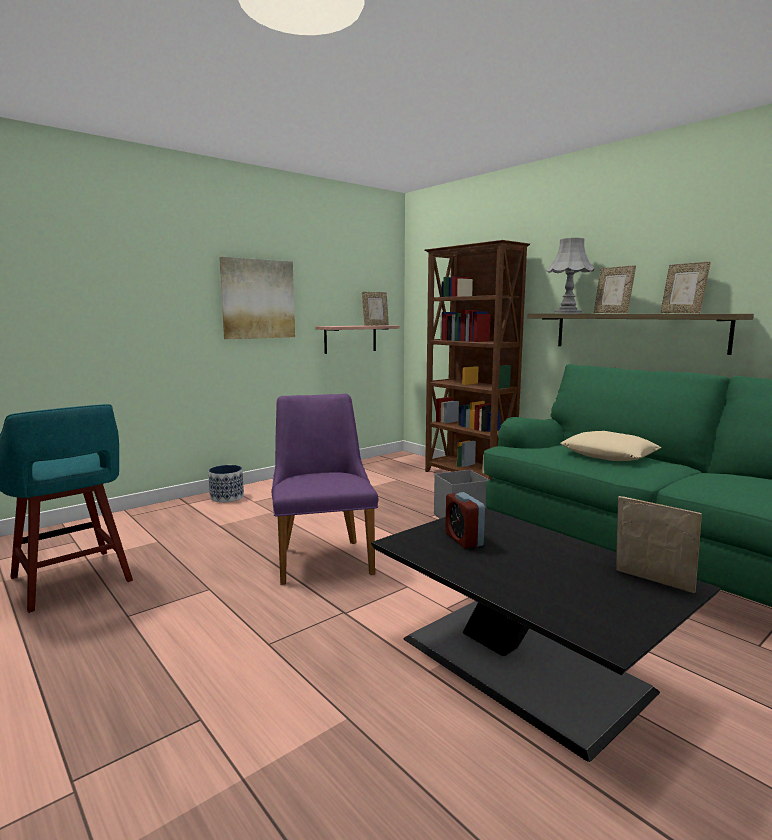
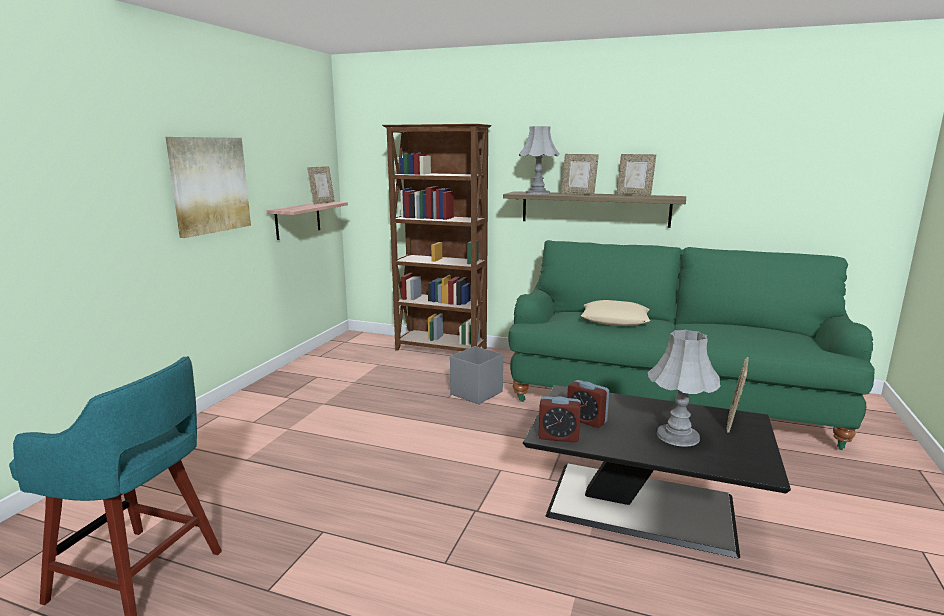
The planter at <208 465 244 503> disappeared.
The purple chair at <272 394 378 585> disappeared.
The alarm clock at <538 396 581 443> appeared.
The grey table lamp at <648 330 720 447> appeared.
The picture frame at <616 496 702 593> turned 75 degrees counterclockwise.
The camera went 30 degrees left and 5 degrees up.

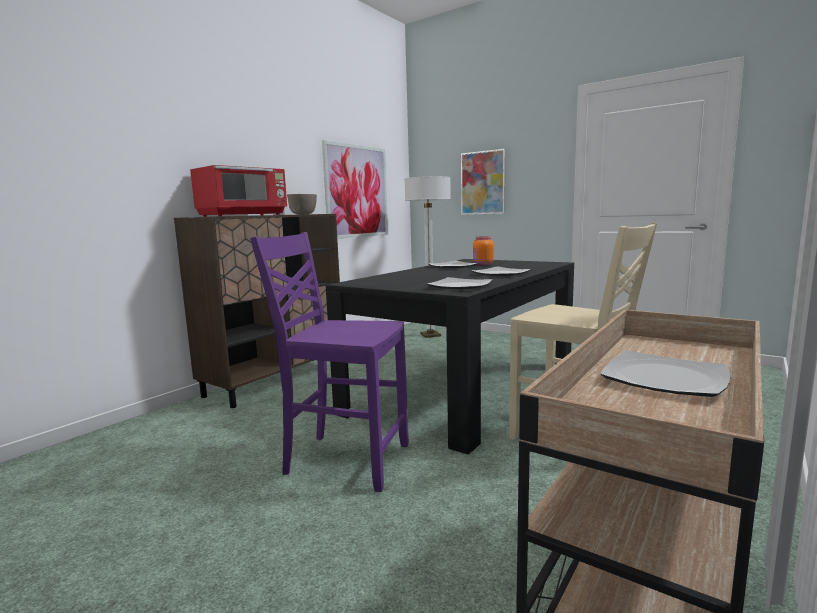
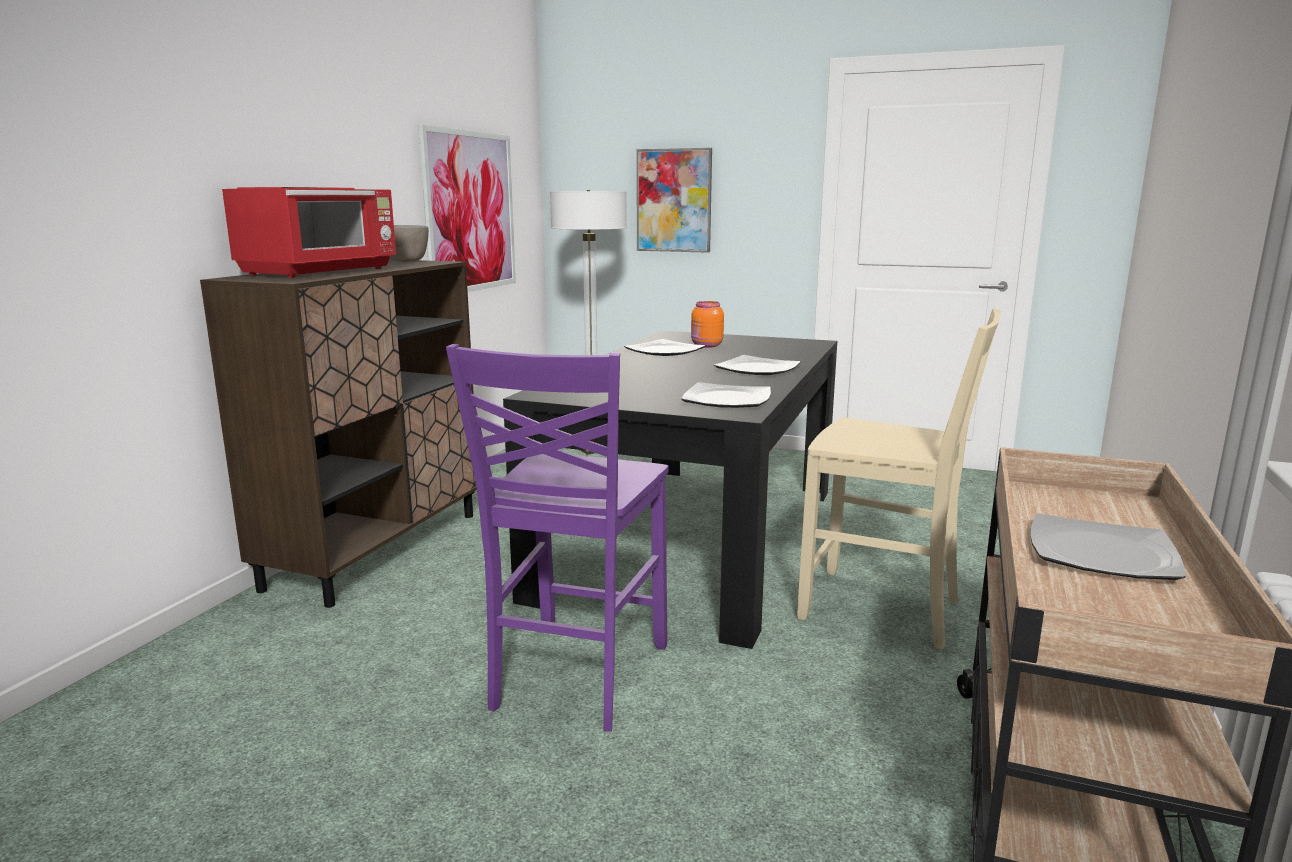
The purple chair at <250 232 409 492> turned 75 degrees counterclockwise.
The camera went 15 degrees left and 5 degrees up.

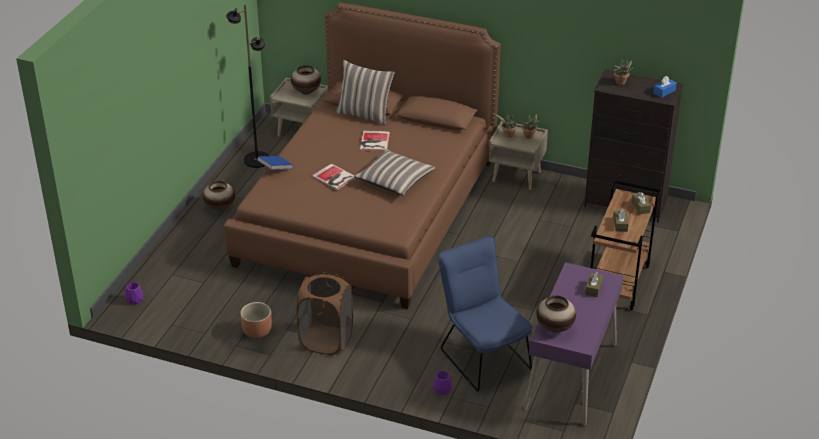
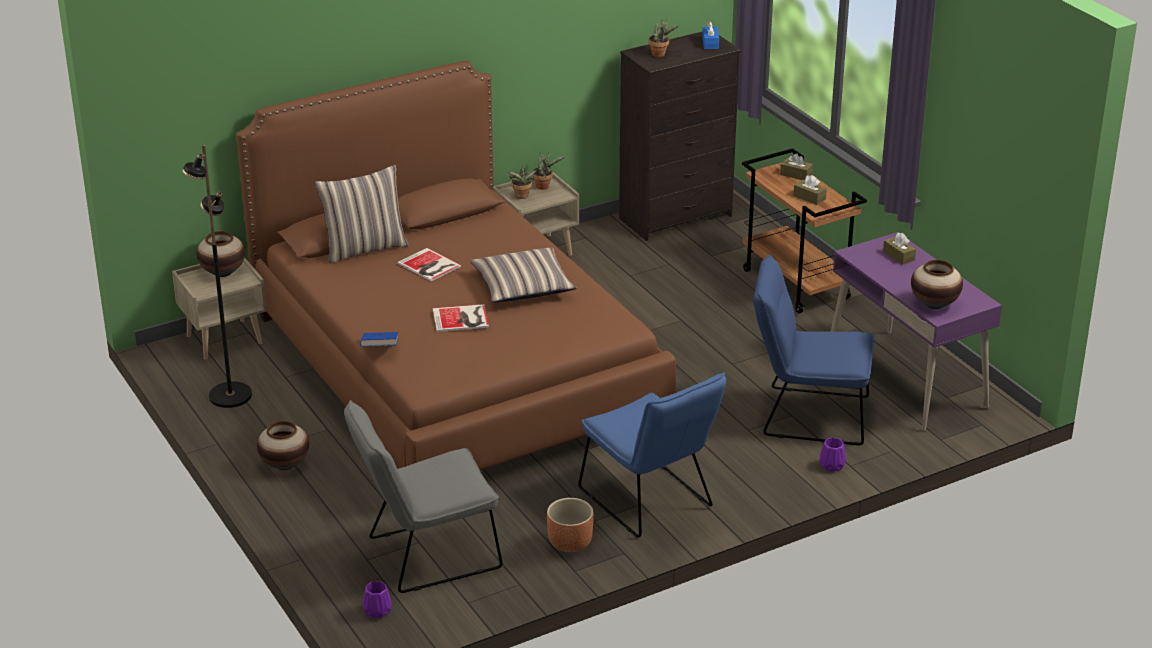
The grey chair at <344 400 503 593> appeared.
The brown laundry basket at <297 272 353 355> was replaced by the blue chair at <578 373 726 538>.
The camera went 50 degrees left and 5 degrees down.

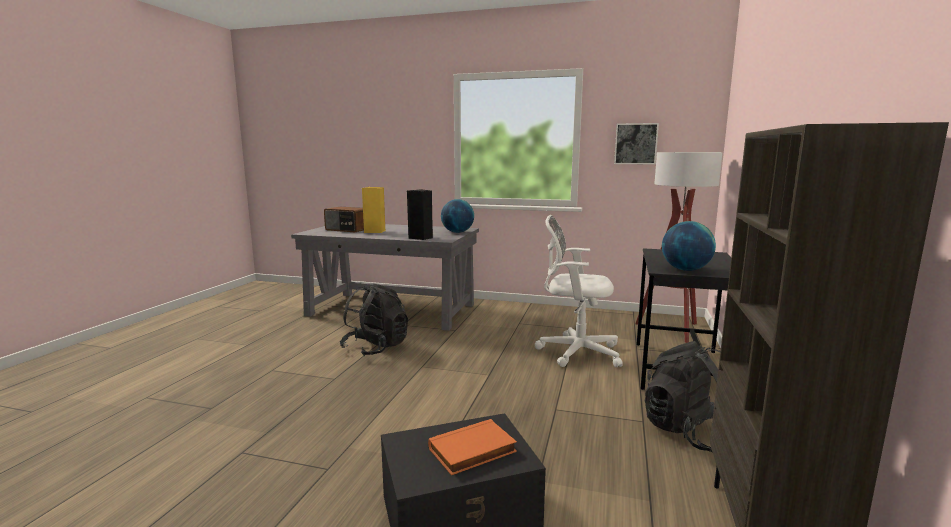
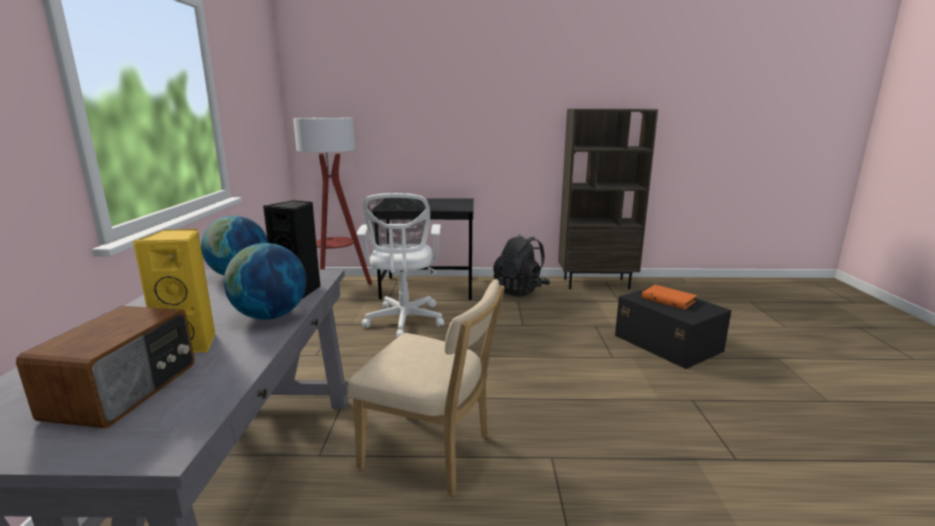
The picture at <614 123 659 164> disappeared.
The globe moved from <662 221 716 271> to <224 243 306 320>.
The black backpack at <340 284 408 356> was replaced by the beige chair at <348 279 505 496>.
The camera went 105 degrees left and 5 degrees up.

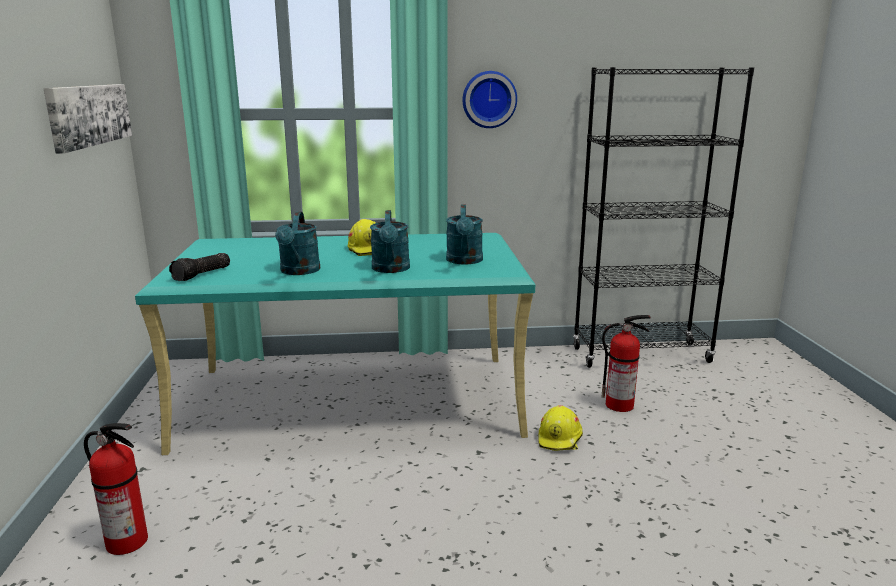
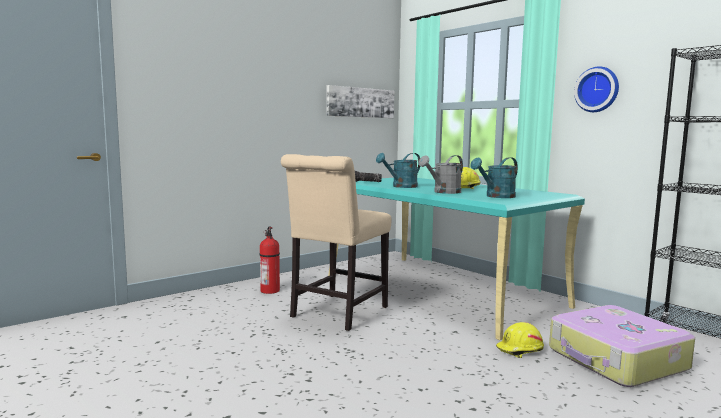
The beige chair at <281 154 391 331> appeared.
The fire extinguisher at <602 315 651 412> was replaced by the suitcase at <549 305 695 387>.
The turquoise watering can at <370 210 410 273> became the grey watering can at <419 155 463 194>.
The camera went 55 degrees right and 10 degrees down.

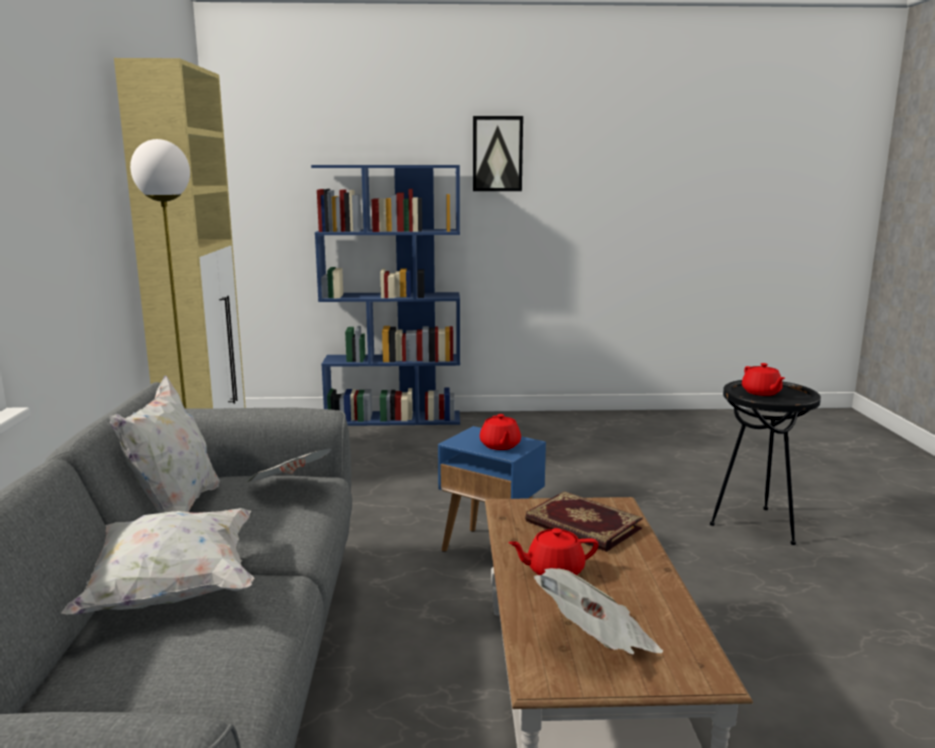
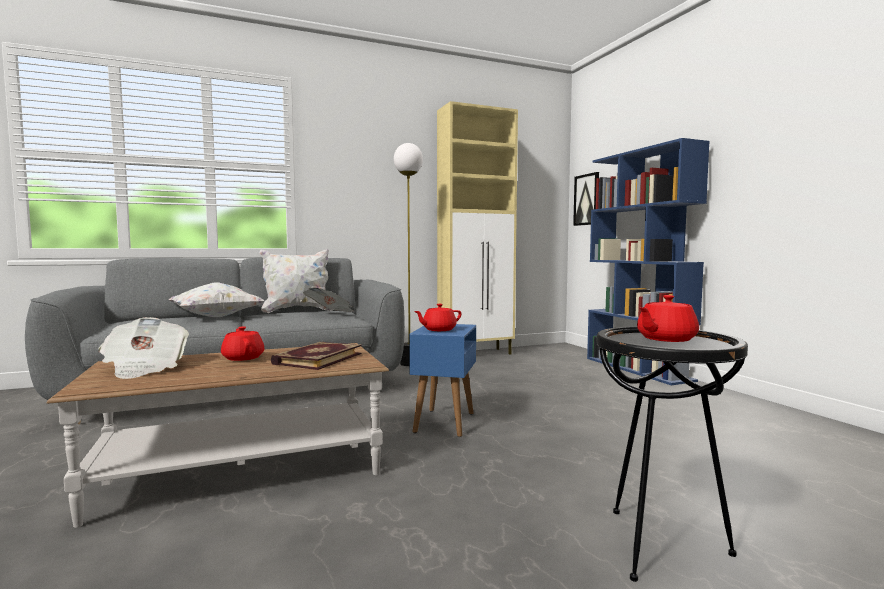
The picture moved from <473 116 523 191> to <573 172 599 226>.
The camera went 70 degrees right and 10 degrees down.

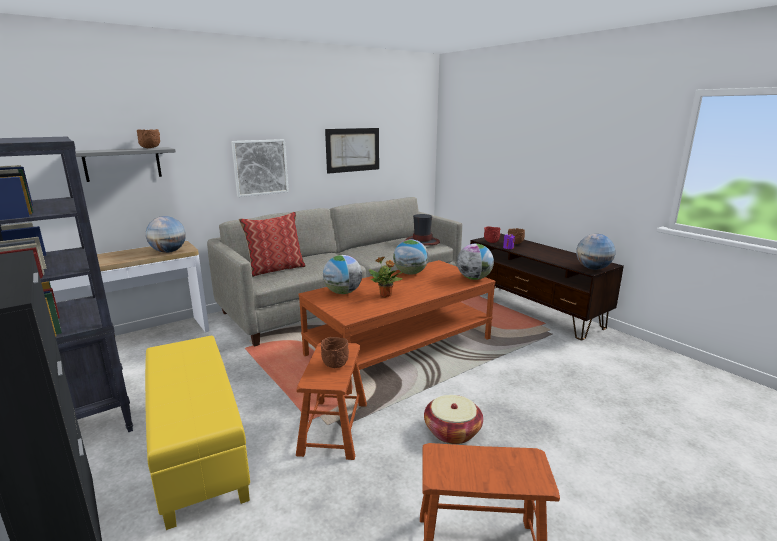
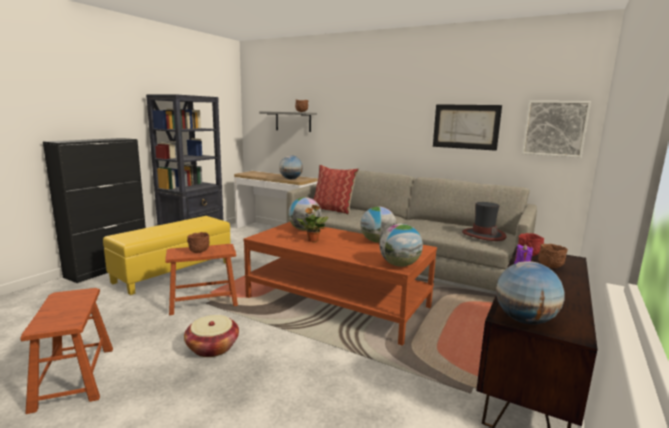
The picture moved from <231 139 289 197> to <522 101 591 158>.
The camera went 65 degrees right and 5 degrees down.

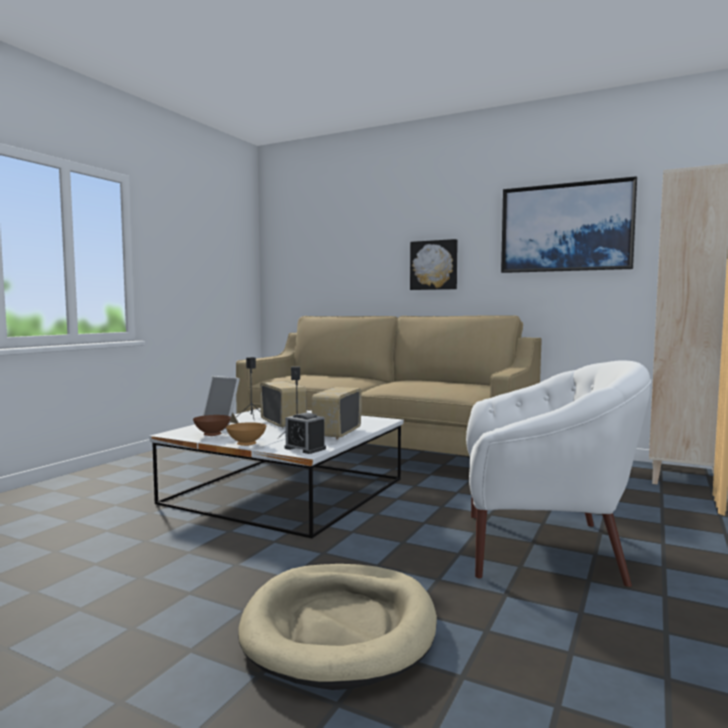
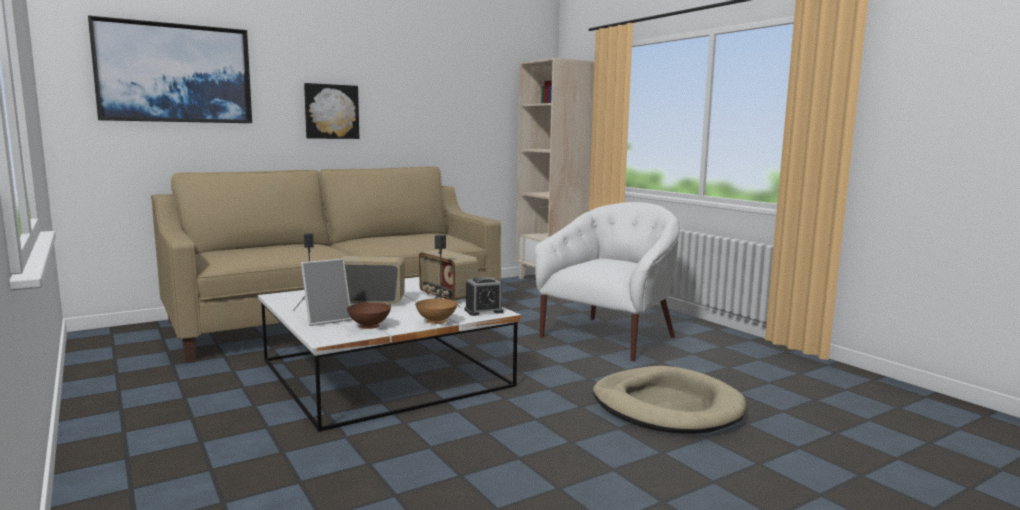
The picture moved from <501 176 637 273> to <88 15 252 123>.
The camera went 60 degrees left and 5 degrees up.

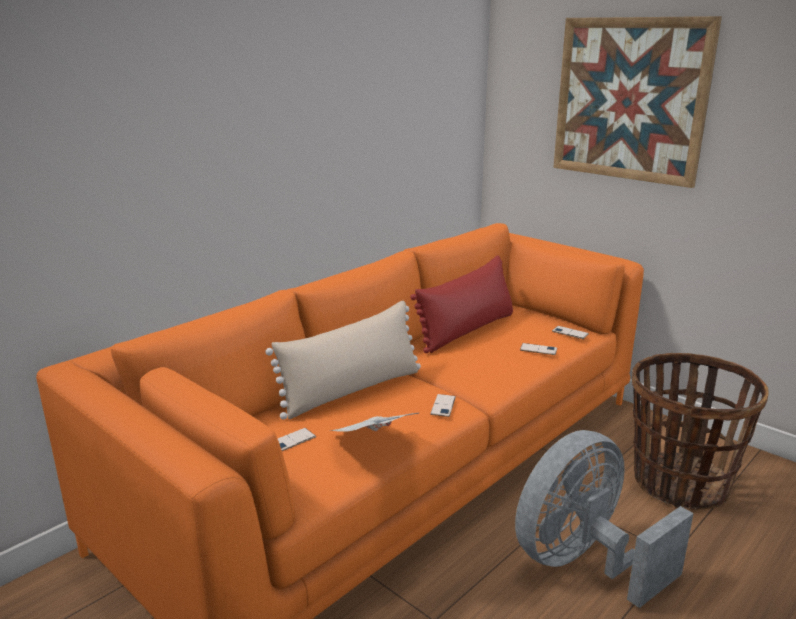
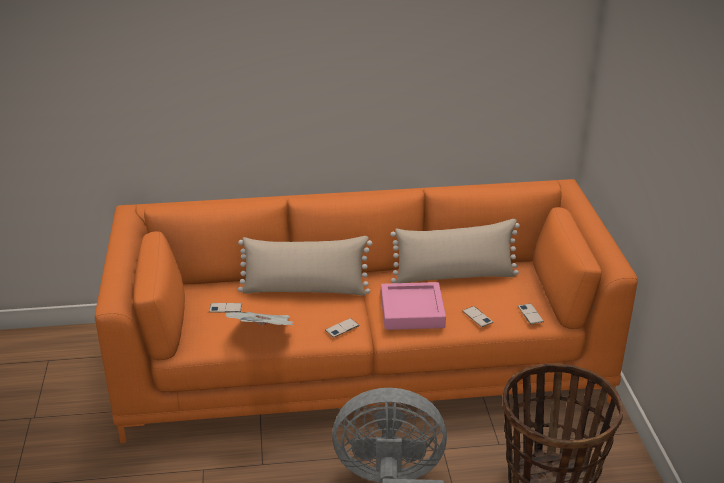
The picture at <553 16 722 188> disappeared.
The pink tray at <381 282 446 330> appeared.
The red pillow at <410 255 513 353> became the beige pillow at <390 219 520 283>.
The camera went 40 degrees right and 10 degrees up.

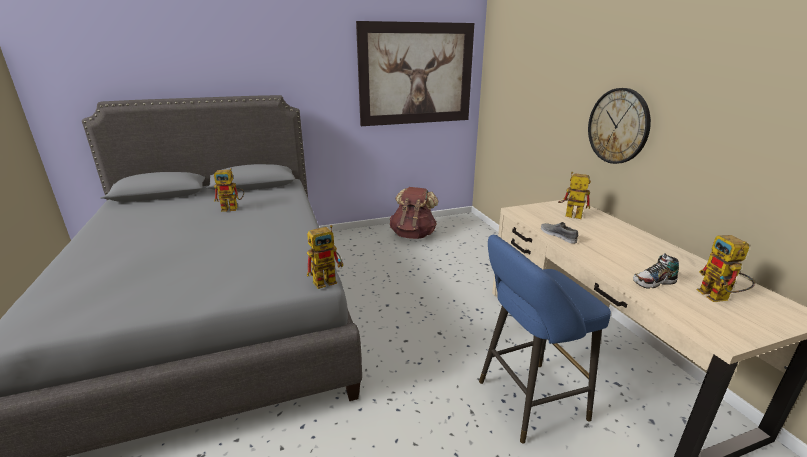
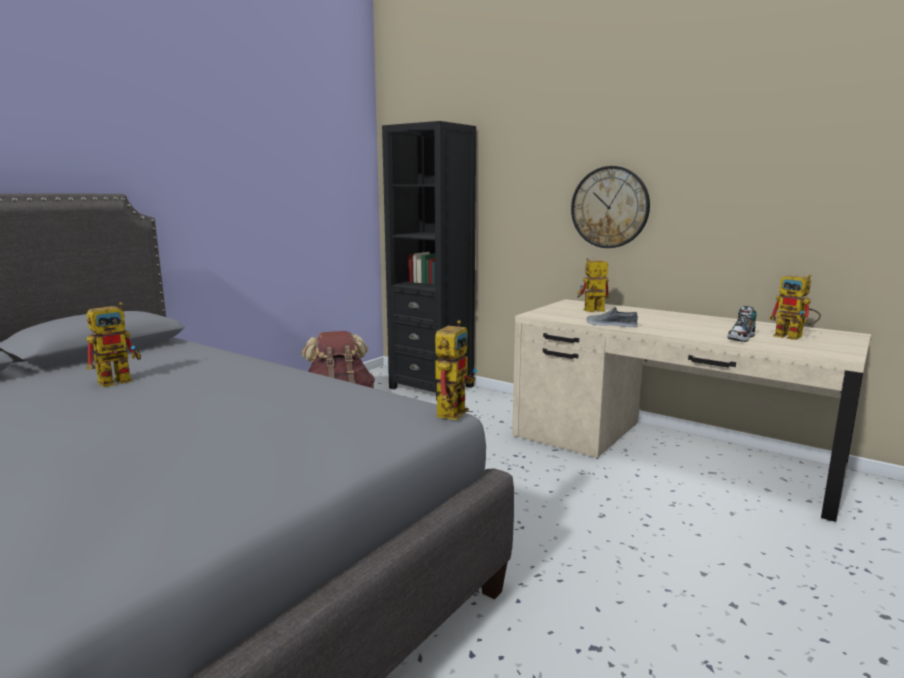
The picture at <356 21 474 126> disappeared.
The blue stool at <479 235 611 444> disappeared.
The black bookcase at <382 121 476 400> appeared.
The camera went 35 degrees left and 10 degrees down.

